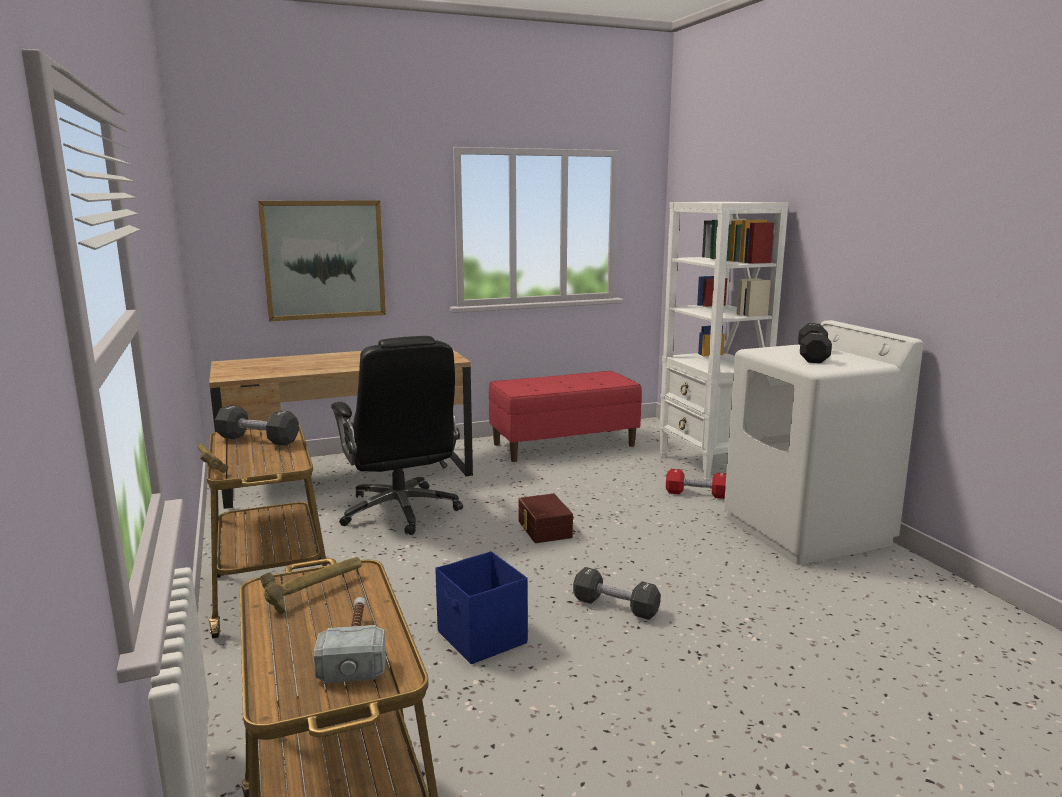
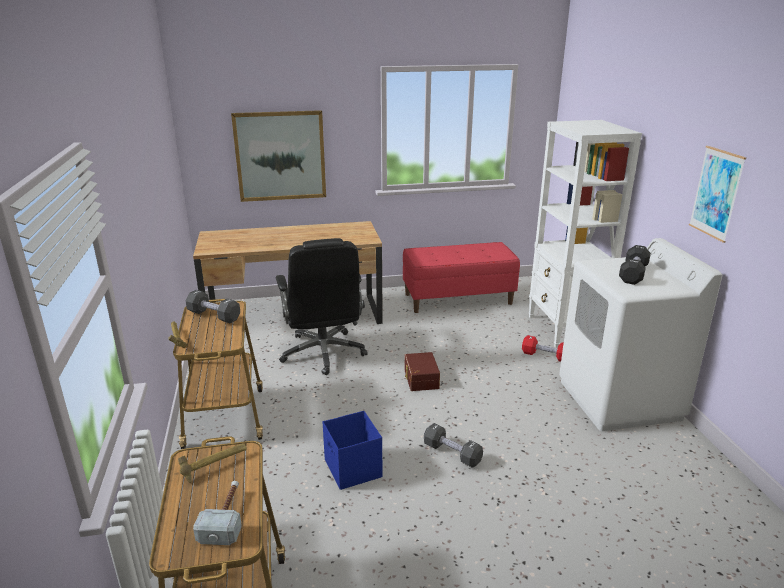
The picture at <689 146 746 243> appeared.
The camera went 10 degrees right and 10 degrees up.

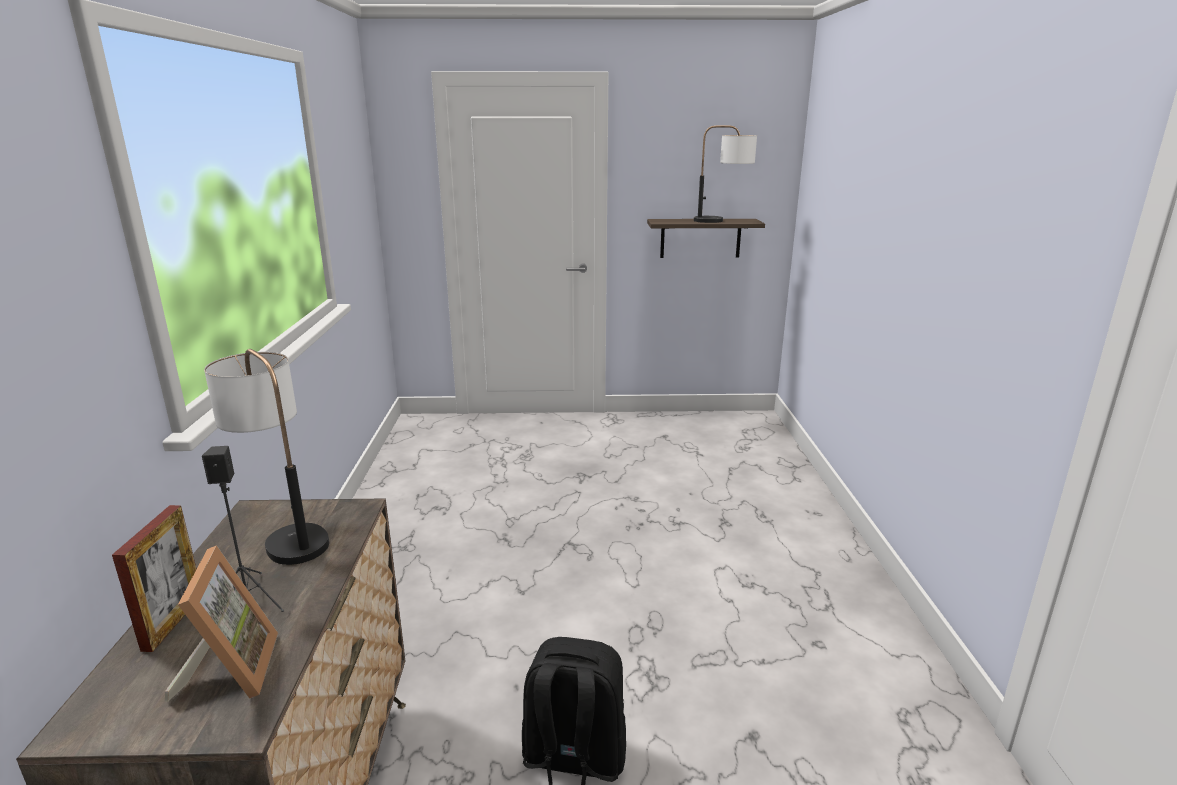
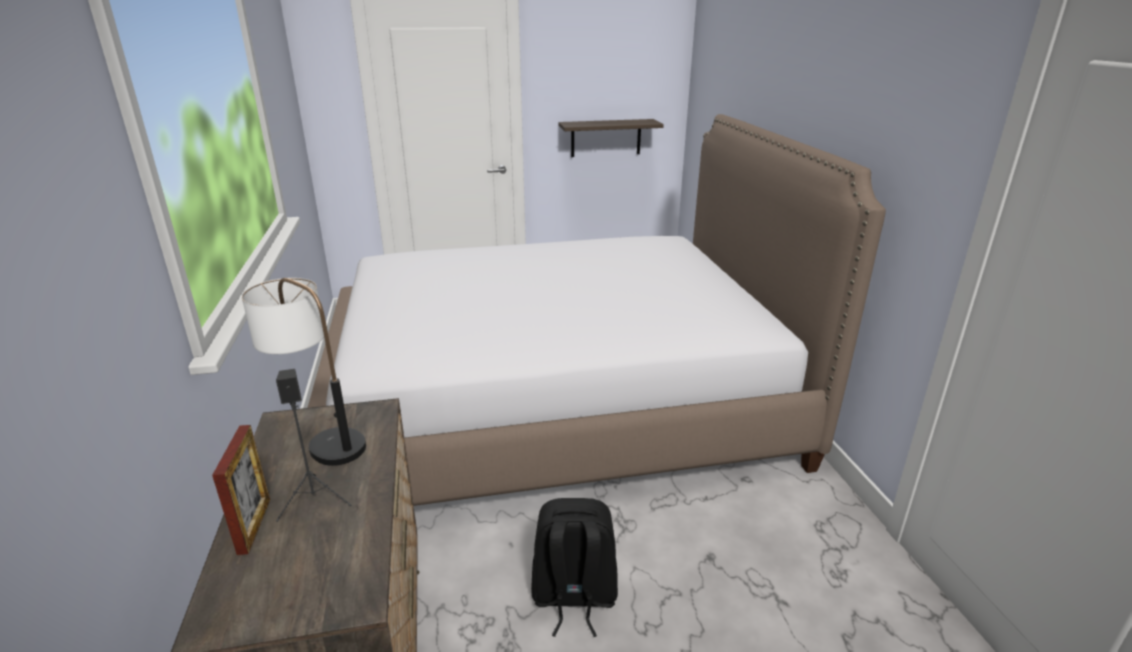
The picture frame at <165 545 278 702> disappeared.
The table lamp at <694 125 757 223> disappeared.
The bed at <308 114 886 506> appeared.
The camera went 10 degrees left and 5 degrees up.

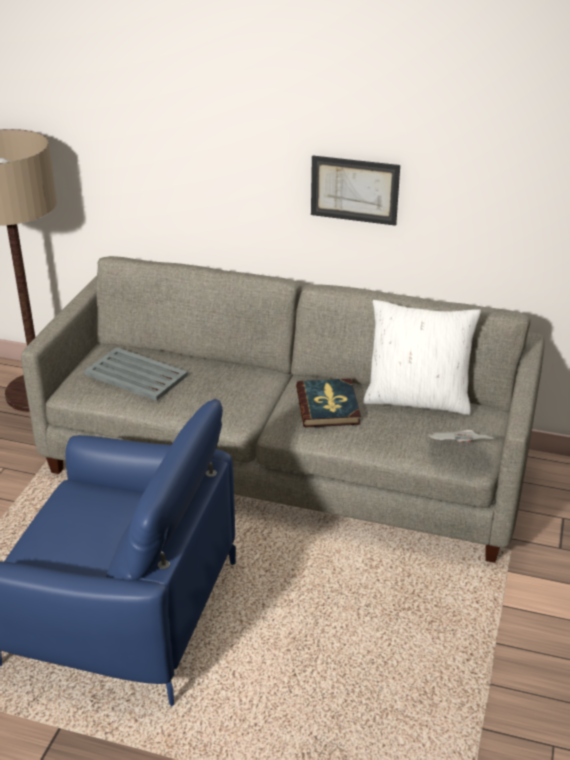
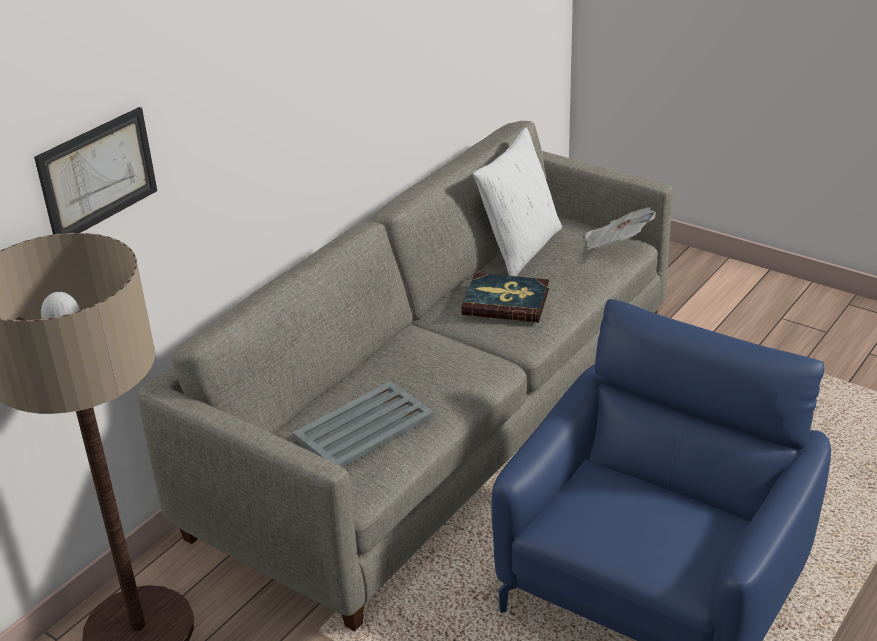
The picture moved from <311 156 400 226> to <34 107 157 235>.
The camera went 70 degrees left and 0 degrees up.

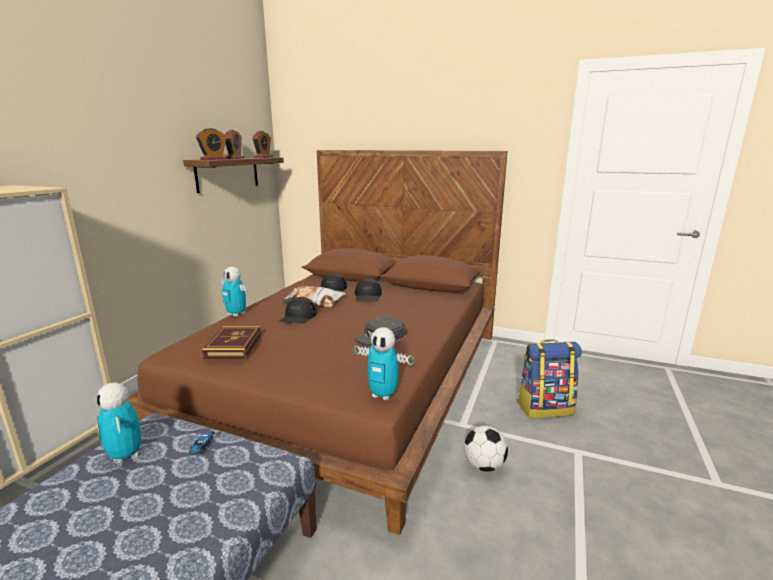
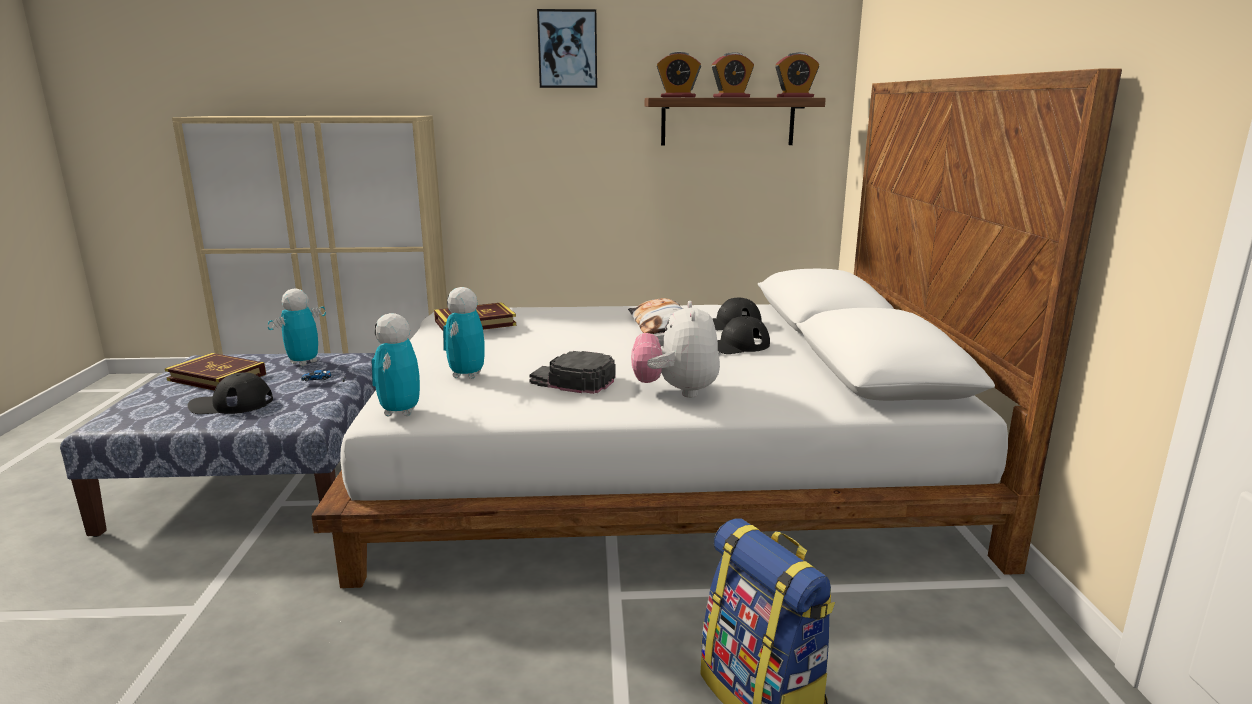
The football at <464 426 508 472> disappeared.
The book at <165 353 266 391> appeared.
The picture at <537 9 597 88> appeared.
The plush toy at <631 301 720 398> appeared.
The toy robot moved from <219 267 248 317> to <443 287 485 379>.
The black cap moved from <280 297 317 324> to <187 373 273 414>.
The brown bed at <128 150 508 535> became the white bed at <311 69 1122 588>.
The camera went 65 degrees right and 0 degrees up.

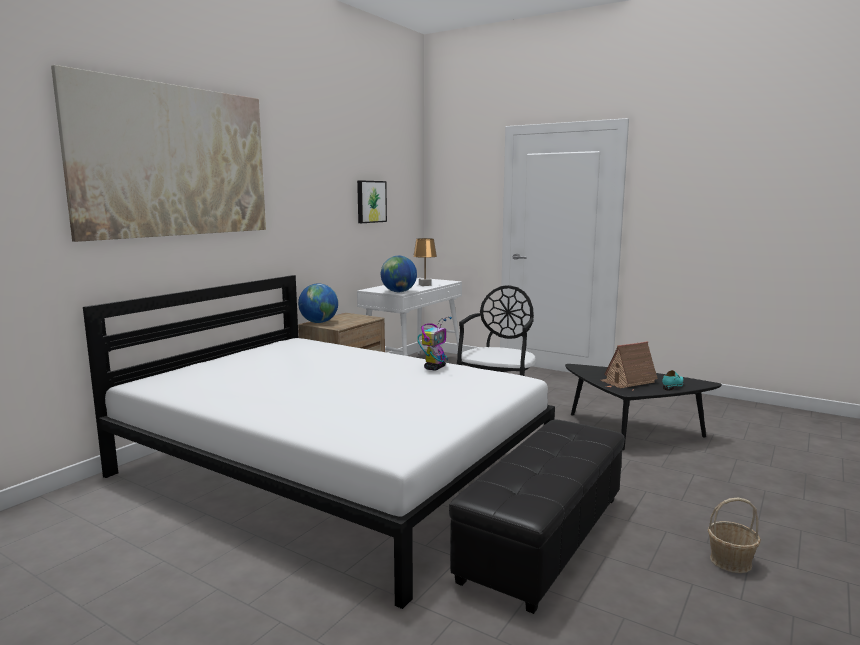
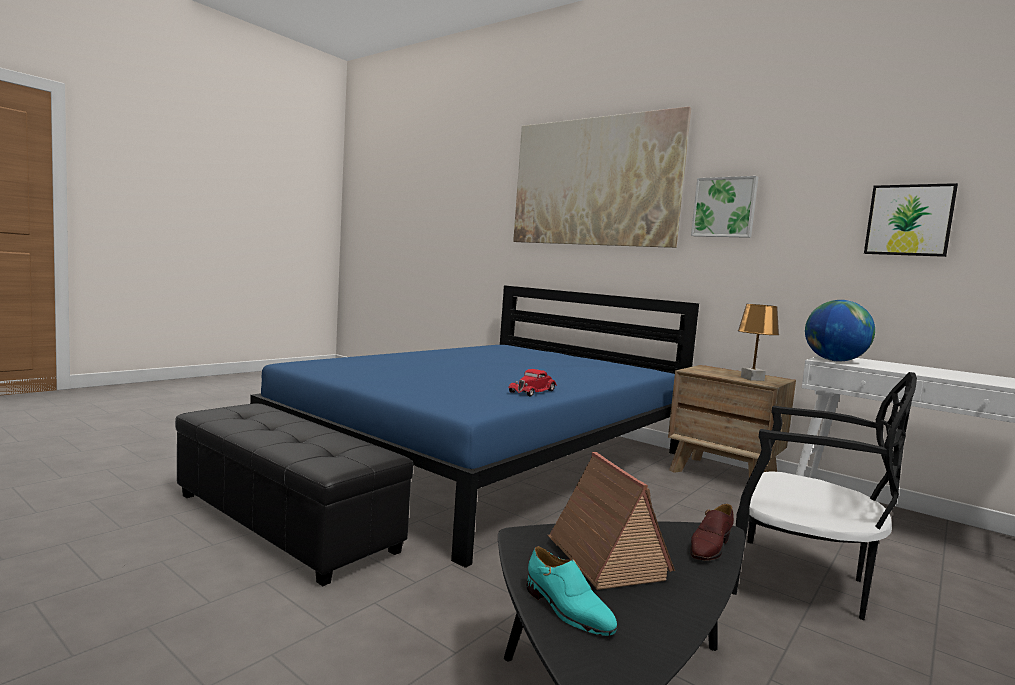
The globe at <298 283 338 323> disappeared.
The basket at <708 498 761 573> disappeared.
The brown shoe at <690 504 734 560> appeared.
The picture at <691 176 758 238> appeared.
The brown table lamp moved from <413 238 437 286> to <738 304 779 381>.
The toy robot at <417 317 452 370> was replaced by the red toy car at <508 369 557 397>.
The white bed at <83 275 555 609> became the blue bed at <250 285 699 568>.
The camera went 95 degrees right and 5 degrees down.

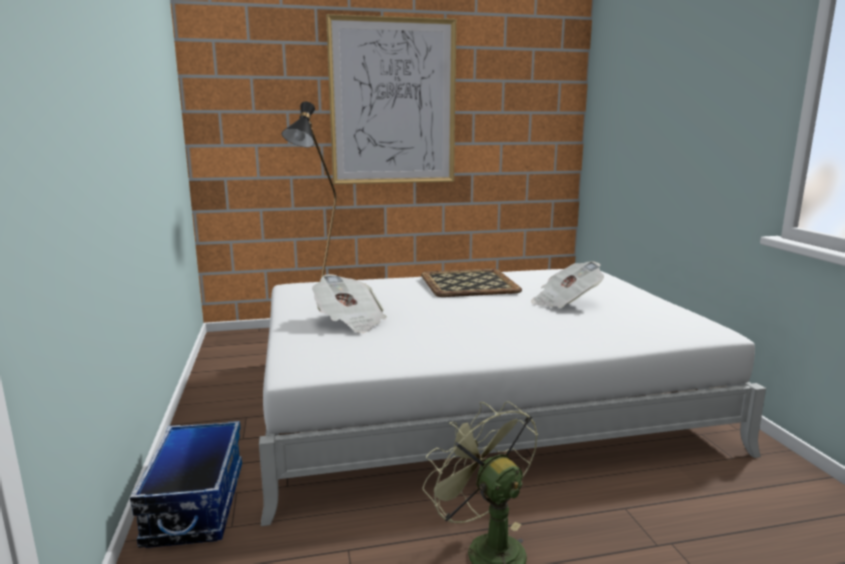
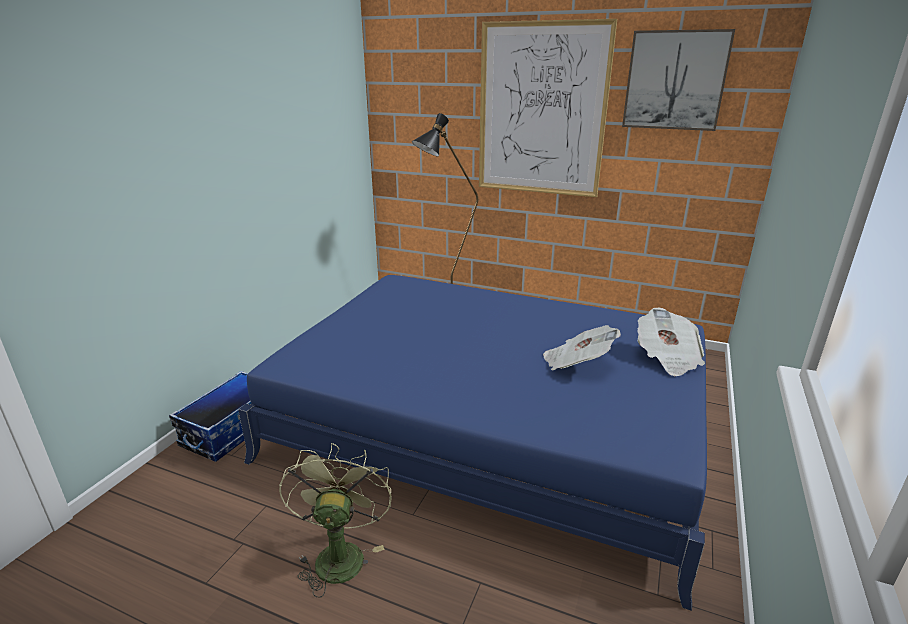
The tray at <421 269 522 297> disappeared.
The picture at <622 29 735 131> appeared.
The newspaper moved from <312 274 387 333> to <637 308 705 376>.
The white bed at <259 269 766 526> became the blue bed at <238 275 707 611>.
The camera went 35 degrees right and 10 degrees up.

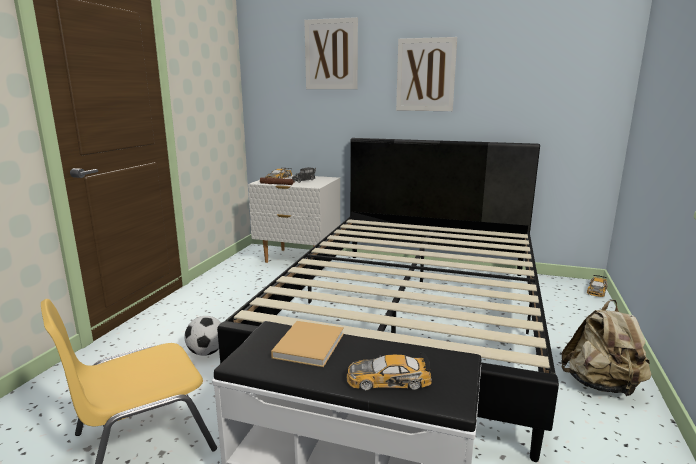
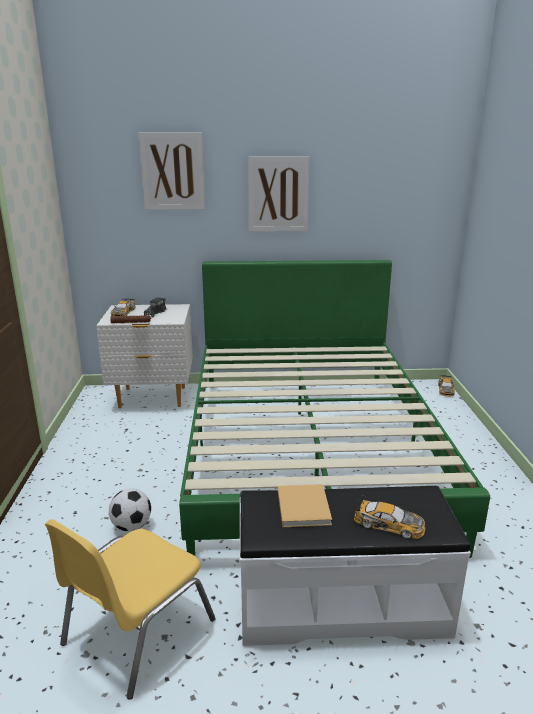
The beige backpack at <561 299 652 396> disappeared.
The black bed at <217 138 559 462> became the green bed at <179 260 490 558>.
The toy car at <347 352 432 390> turned 135 degrees counterclockwise.
The camera went 20 degrees left and 5 degrees up.

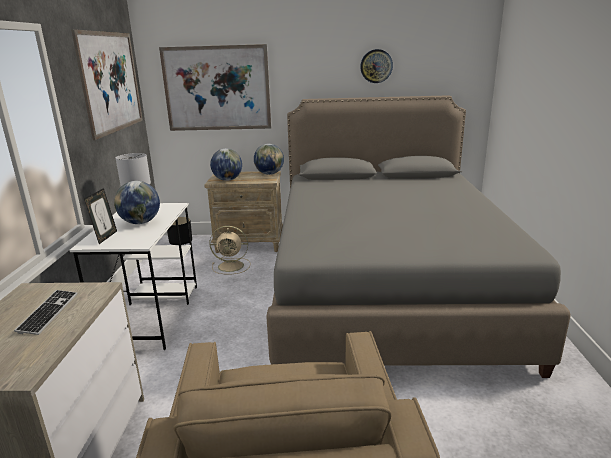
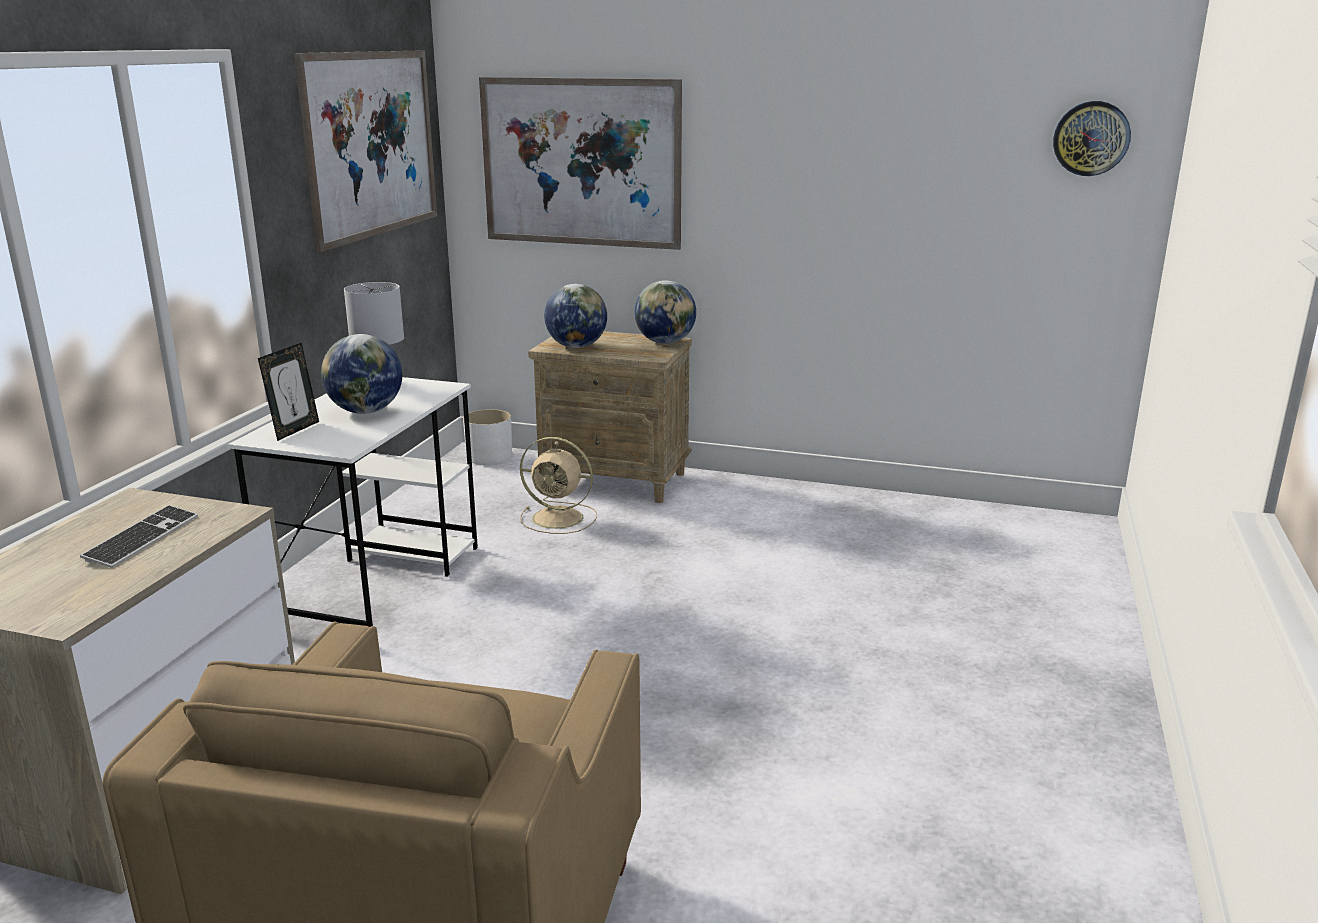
The grey bed at <266 95 571 378> disappeared.
The wall clock moved from <360 49 393 83> to <1053 101 1131 176>.
The black planter at <167 217 192 245> became the white planter at <463 409 512 465>.
The camera went 15 degrees right and 0 degrees up.

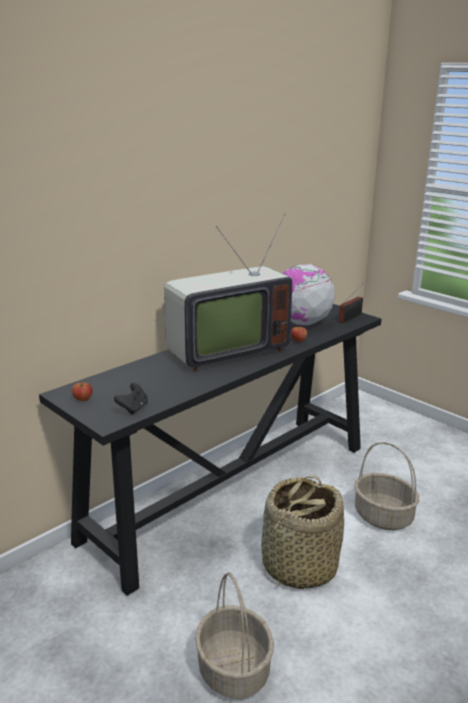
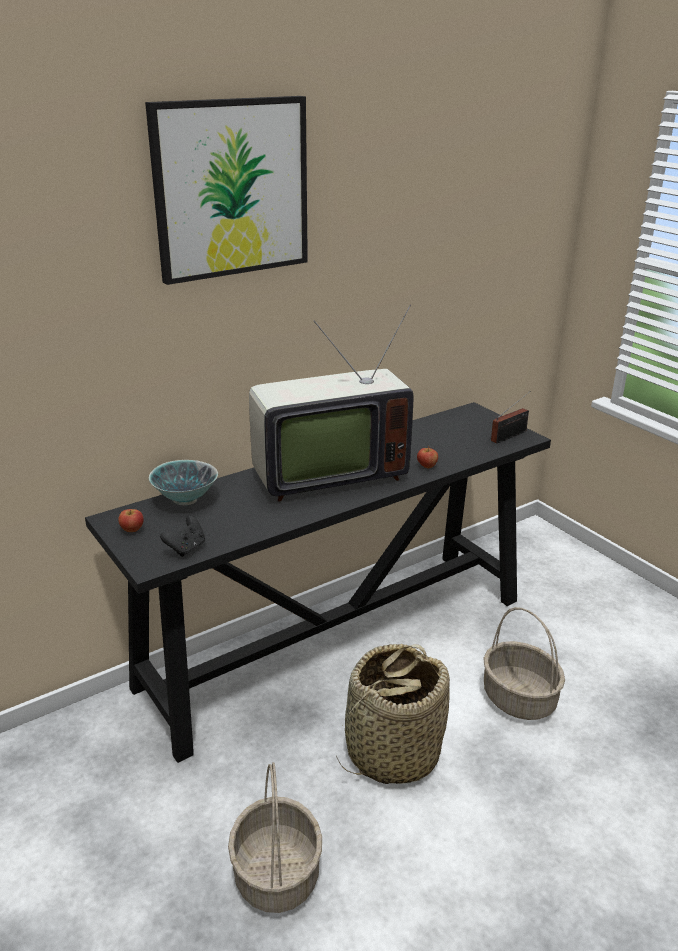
The globe at <283 264 335 326> disappeared.
The picture at <145 96 308 285> appeared.
The bowl at <149 460 218 505> appeared.
The camera went 10 degrees right and 5 degrees up.

